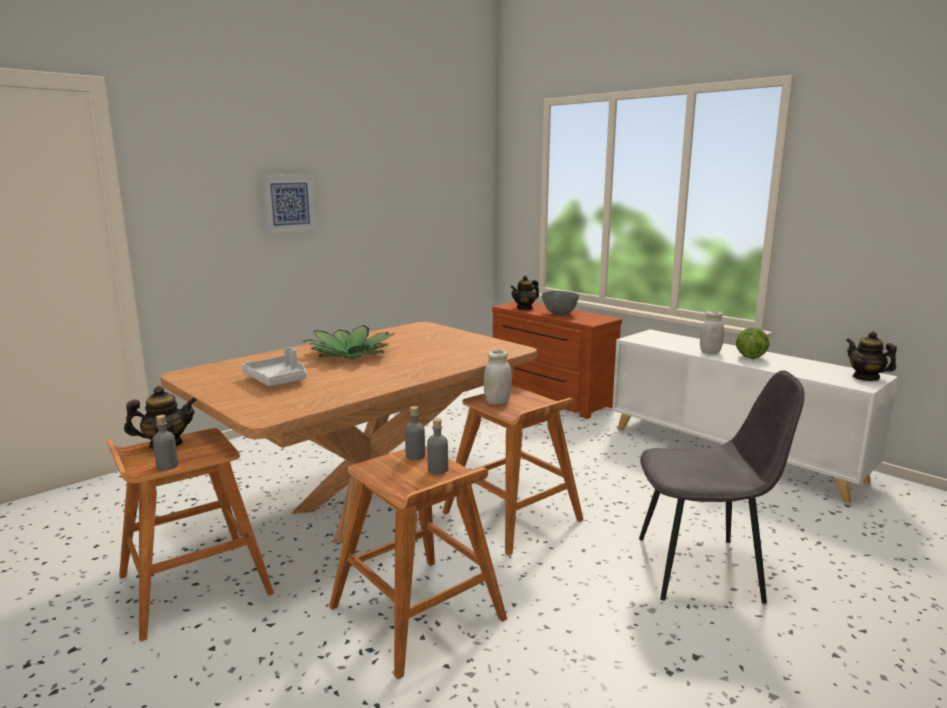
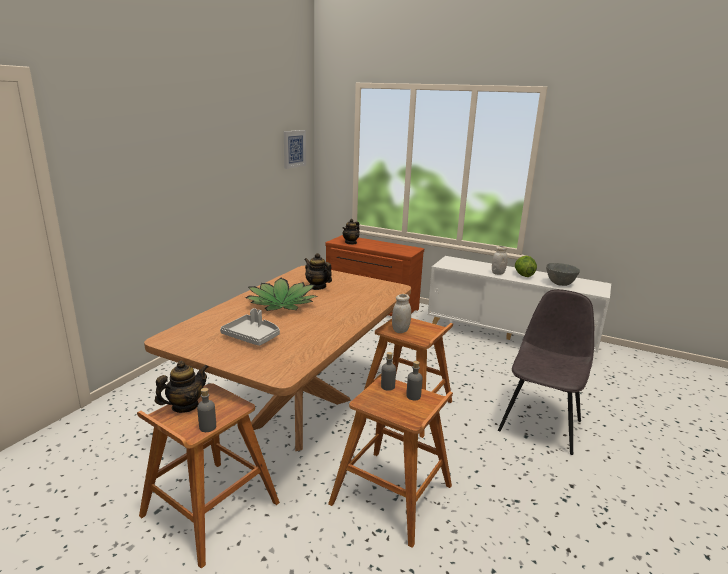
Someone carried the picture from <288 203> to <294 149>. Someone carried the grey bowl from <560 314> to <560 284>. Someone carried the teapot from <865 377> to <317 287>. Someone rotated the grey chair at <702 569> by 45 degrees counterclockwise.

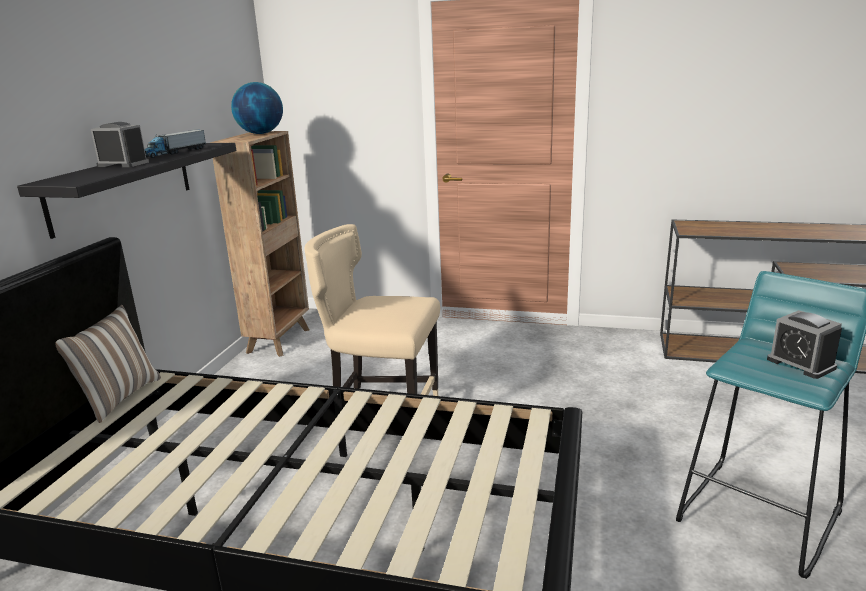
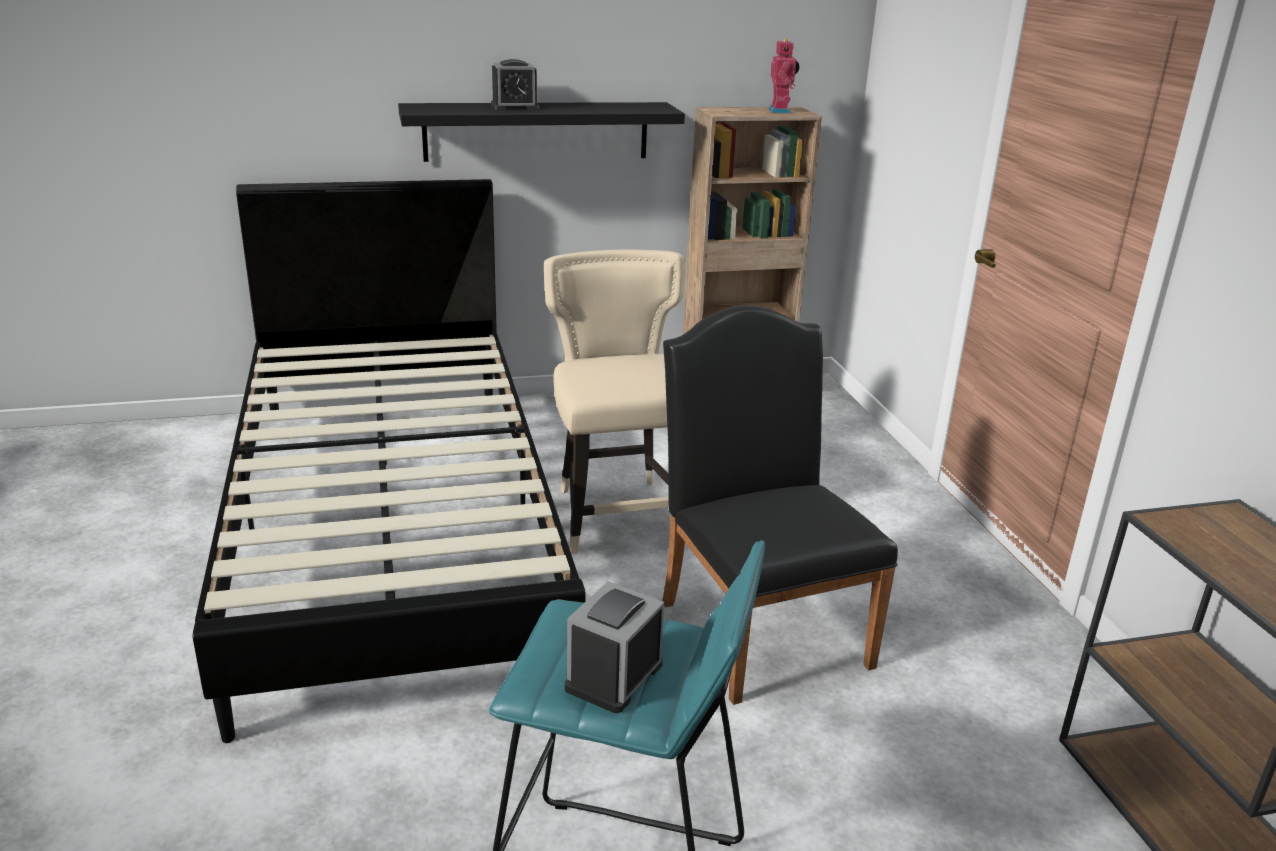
Someone swapped the globe at <260 133> for the toy robot at <780 111>. Someone rotated the alarm clock at <123 164> by 90 degrees clockwise. Someone took away the toy truck at <175 153>. Someone took away the pillow at <118 397>. Someone put down the black chair at <758 624>.

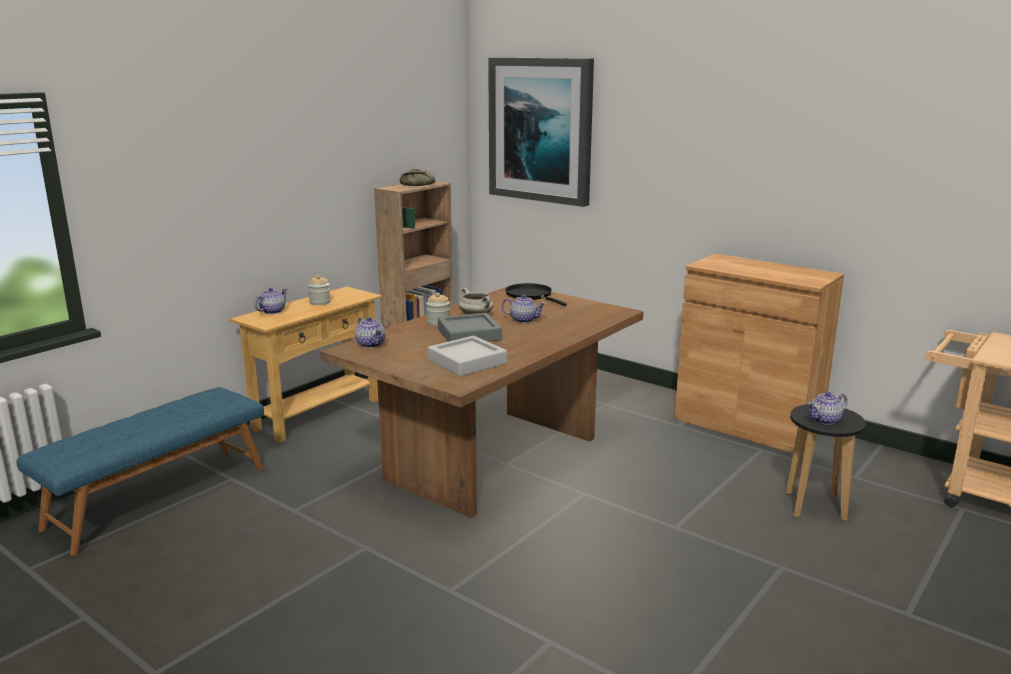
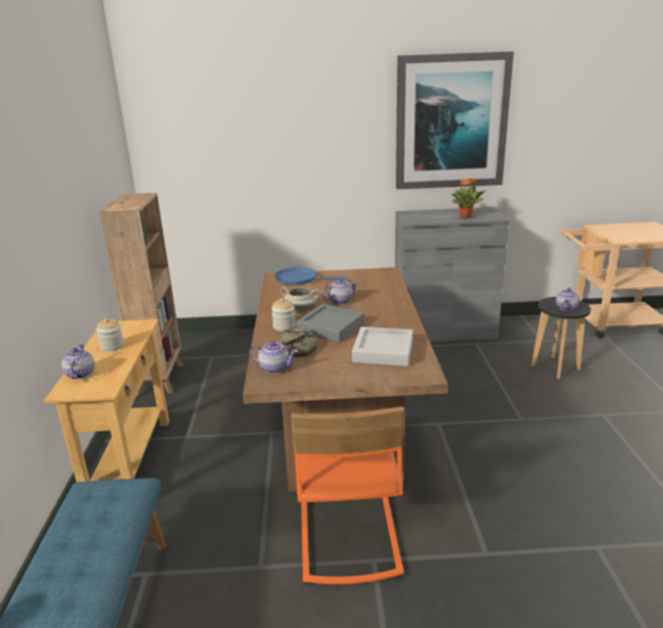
Someone carried the picture from <541 130> to <450 122>. Someone carried the bread from <419 184> to <298 348>. Someone repainted the brown cabinet at <747 425>, which became the grey cabinet at <444 330>. Someone repainted the black frying pan at <531 296>, which became the blue frying pan at <299 279>. Someone put down the potted plant at <465 217>. Someone put down the orange chair at <347 536>.

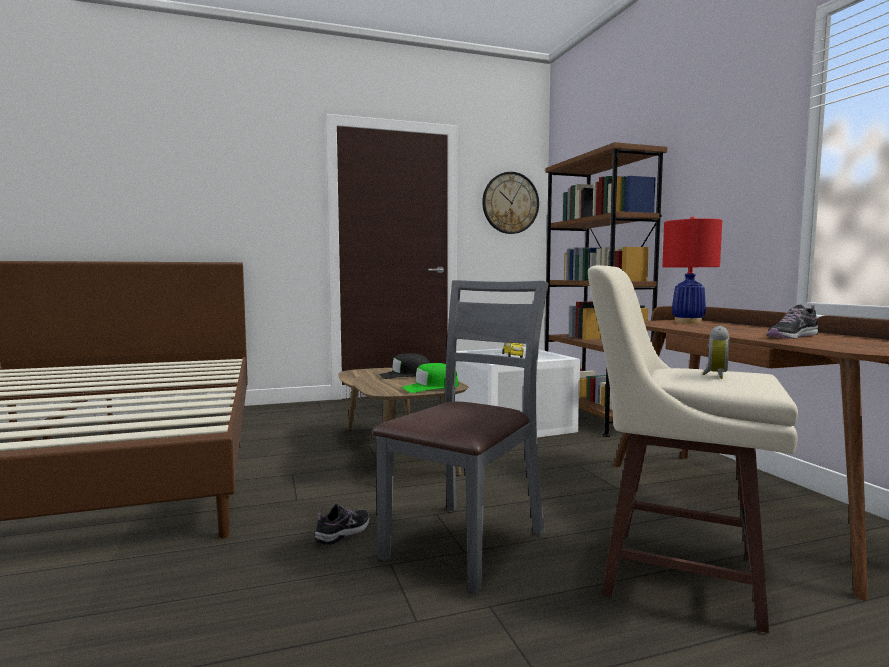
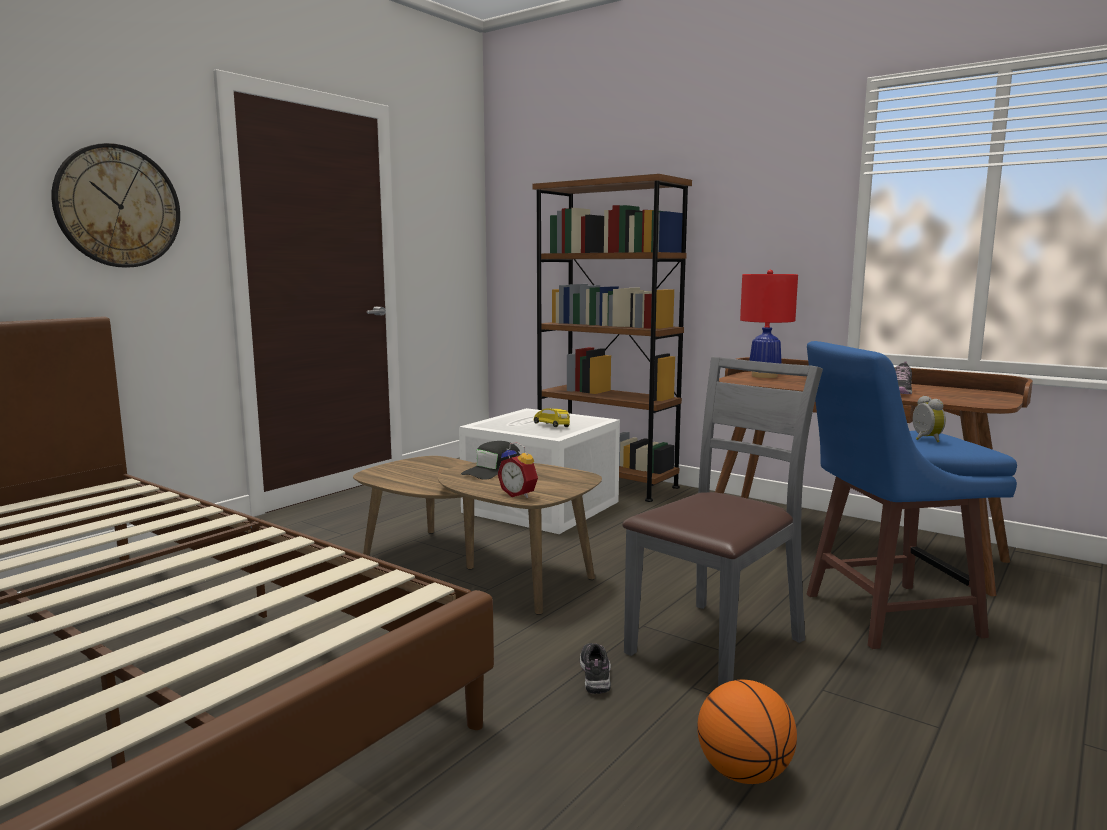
Someone carried the wall clock from <510 203> to <118 206>. Someone repainted the beige stool at <675 573>, which became the blue stool at <885 615>. Someone rotated the grey chair at <465 543> by 45 degrees clockwise. Someone took away the green cap at <430 388>. Someone put down the alarm clock at <519 494>. Someone put down the basketball at <744 773>.

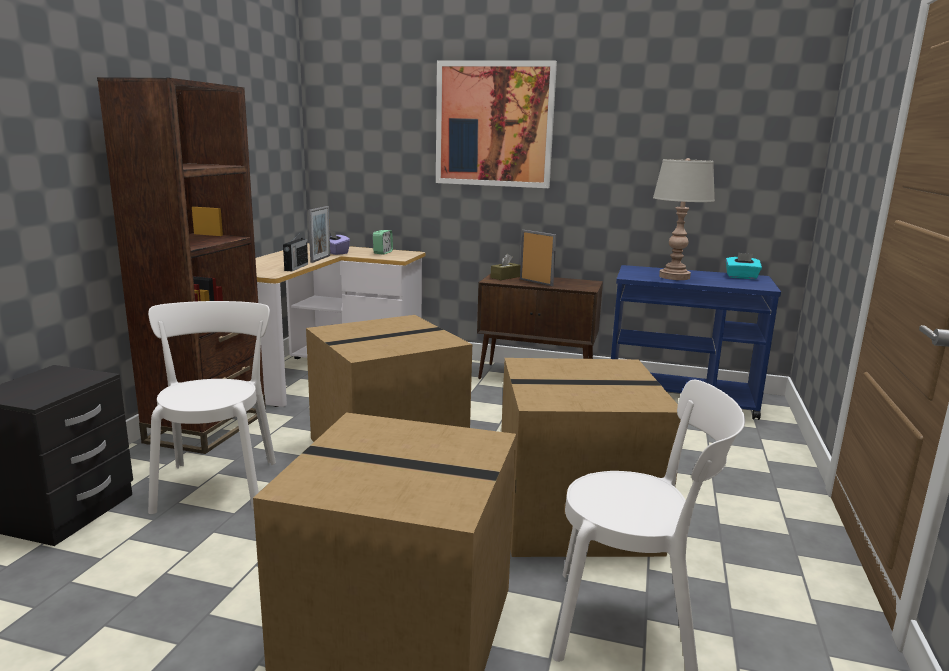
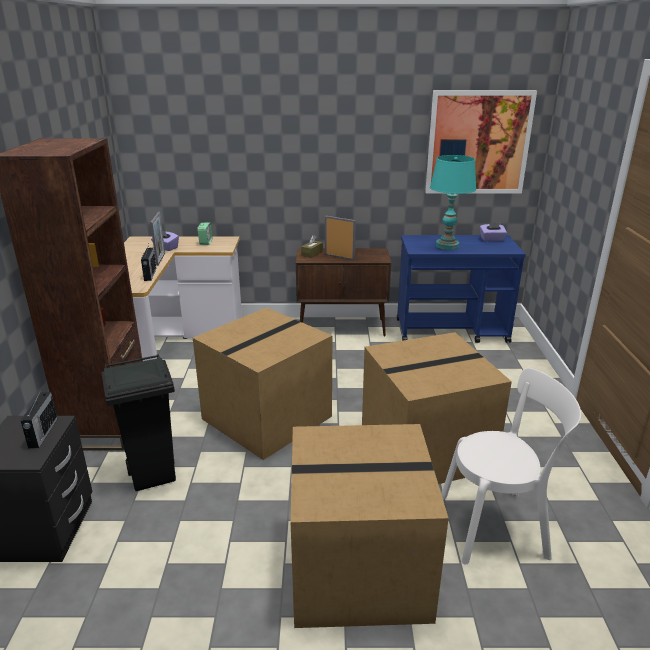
Someone carried the picture from <494 124> to <478 143>. Someone repainted the grey table lamp at <674 277>, which became the turquoise table lamp at <447 246>. Someone repainted the turquoise tissue box at <741 277>, which became the purple tissue box at <491 239>. Someone swapped the white chair at <218 482> for the black trash can at <154 475>. Someone put down the radio at <42 433>.

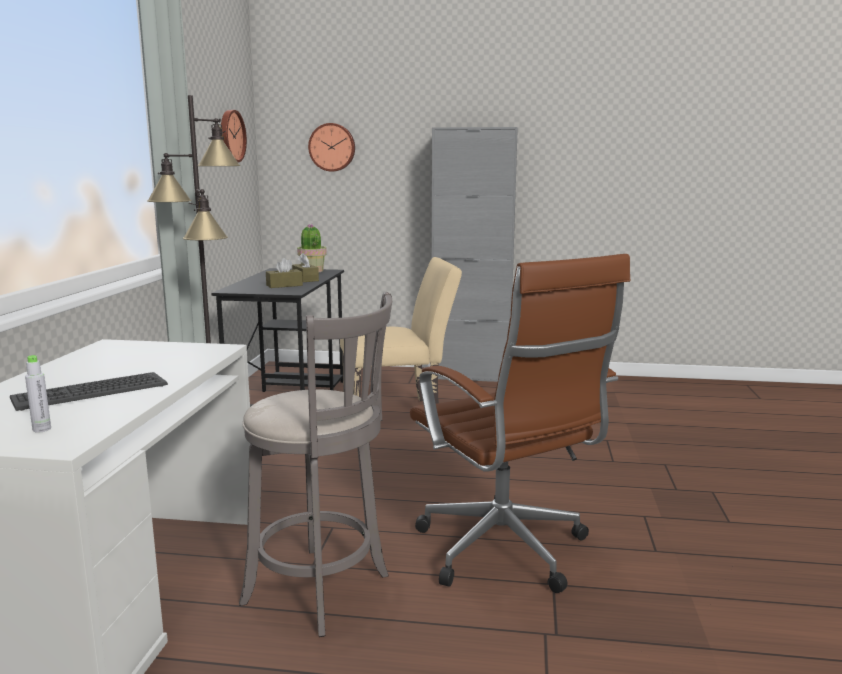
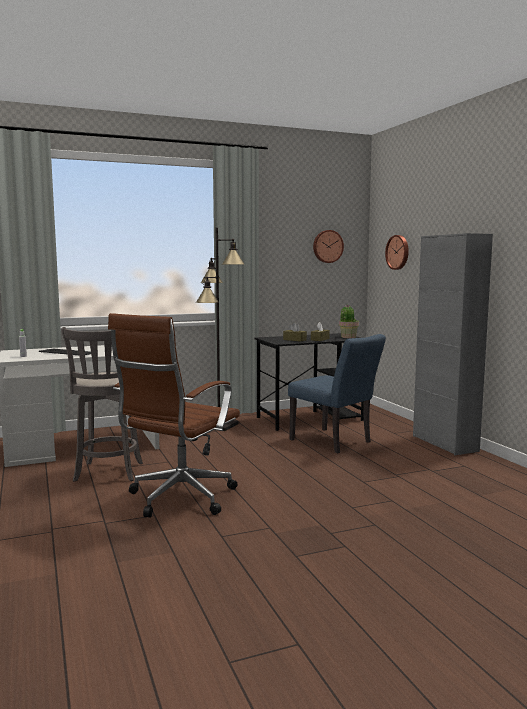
Someone repainted the beige chair at <399 413>, which became the blue chair at <335 442>.

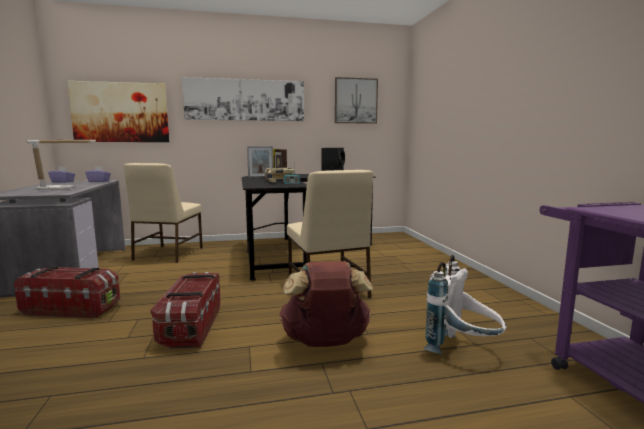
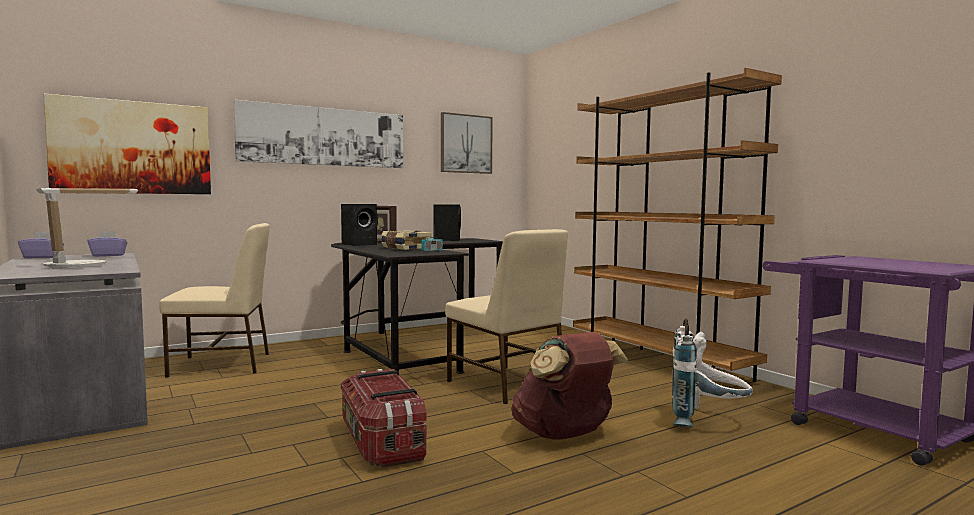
Someone swapped the picture frame at <261 177> for the black speaker at <360 244>. Someone rotated the beige chair at <167 254> by 90 degrees counterclockwise. Someone took away the storage box at <72 308>. Someone put down the brown bookcase at <658 362>.

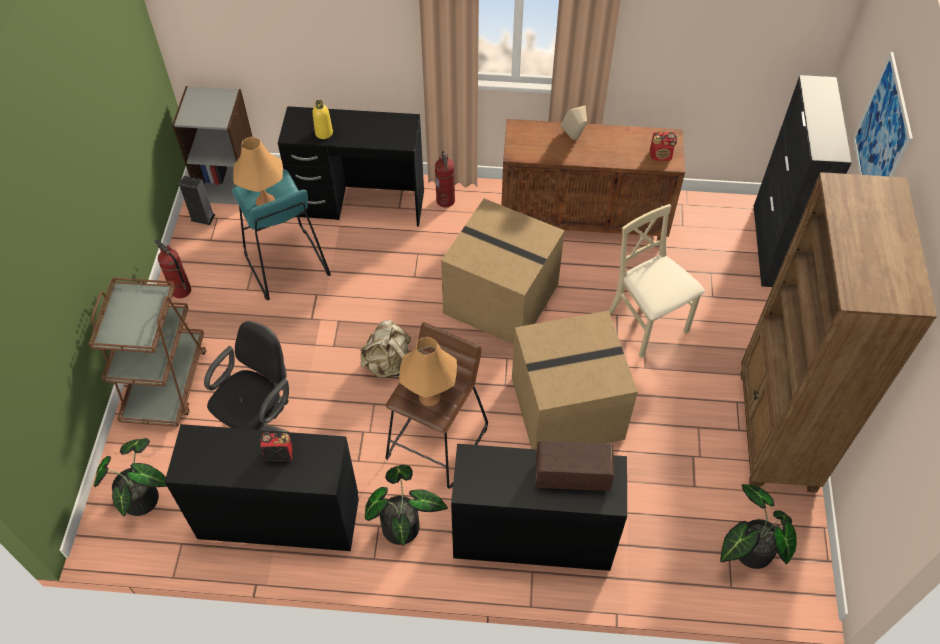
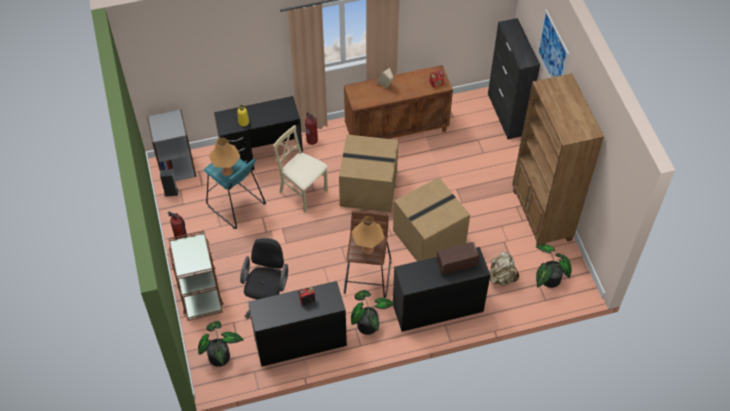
Someone carried the beige chair from <647 323> to <303 192>. Someone carried the beige backpack from <388 364> to <501 277>.

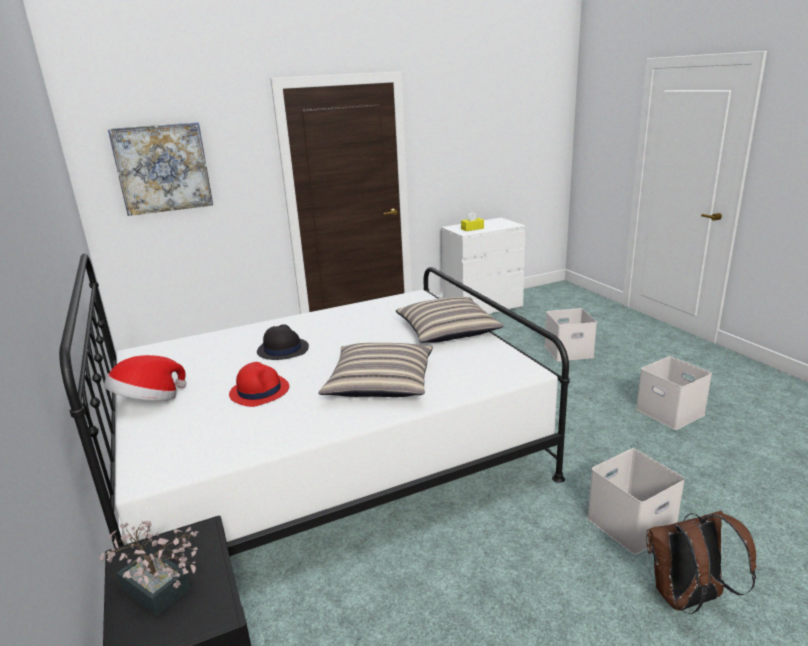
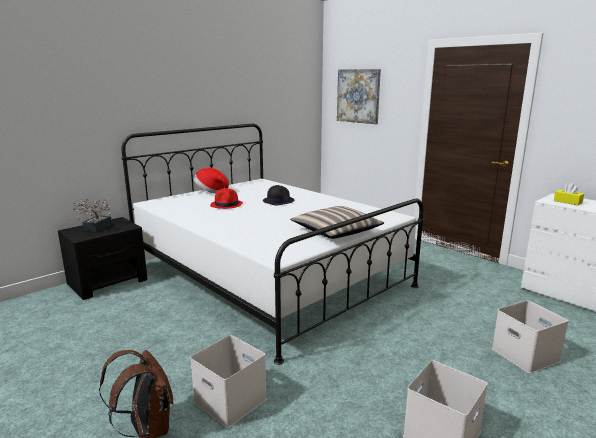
Someone took away the pillow at <380 382>.

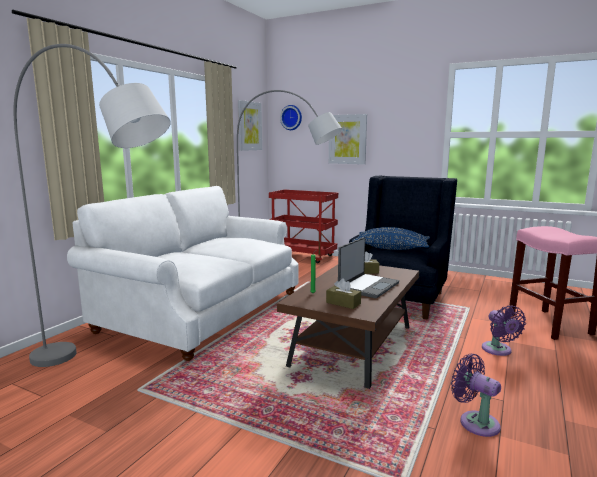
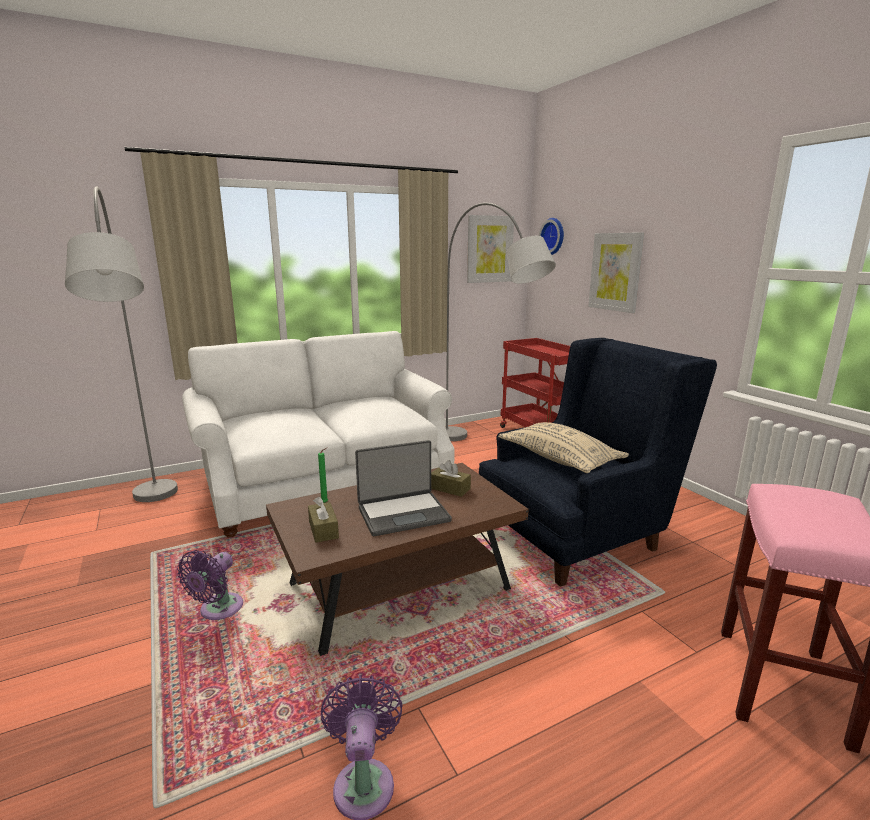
Someone repainted the blue pillow at <391 248>, which became the beige pillow at <559 459>. Someone carried the purple fan from <498 350> to <218 610>.

